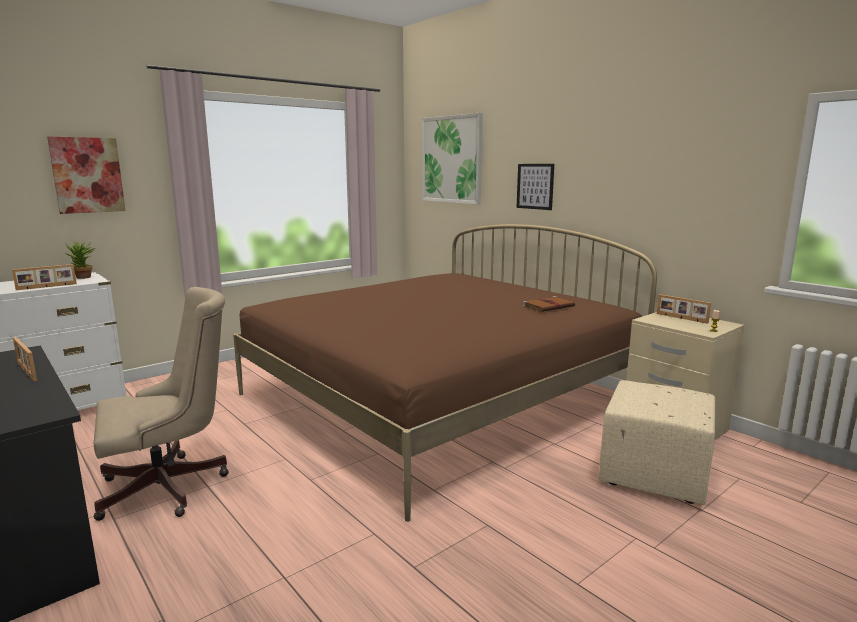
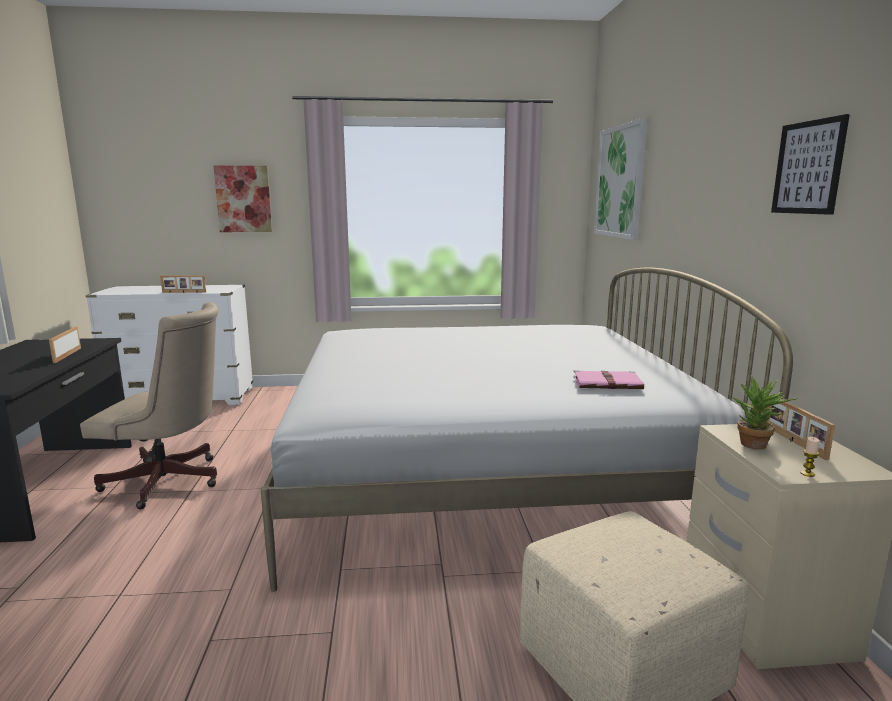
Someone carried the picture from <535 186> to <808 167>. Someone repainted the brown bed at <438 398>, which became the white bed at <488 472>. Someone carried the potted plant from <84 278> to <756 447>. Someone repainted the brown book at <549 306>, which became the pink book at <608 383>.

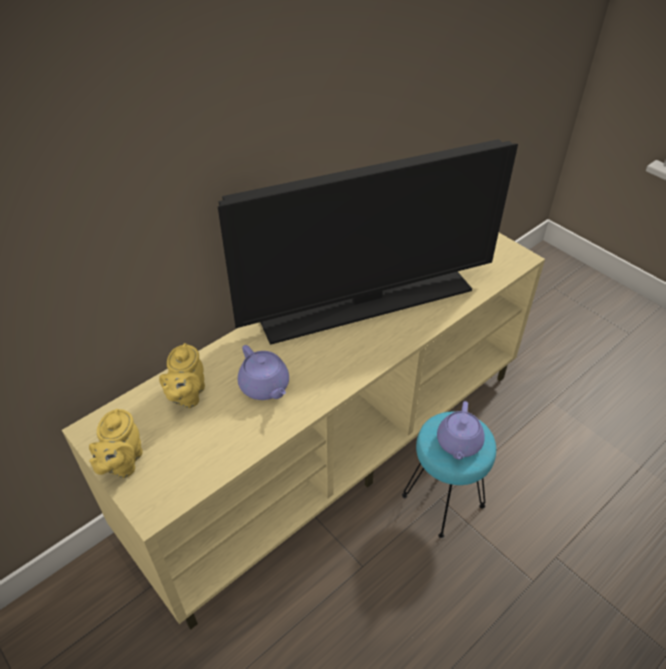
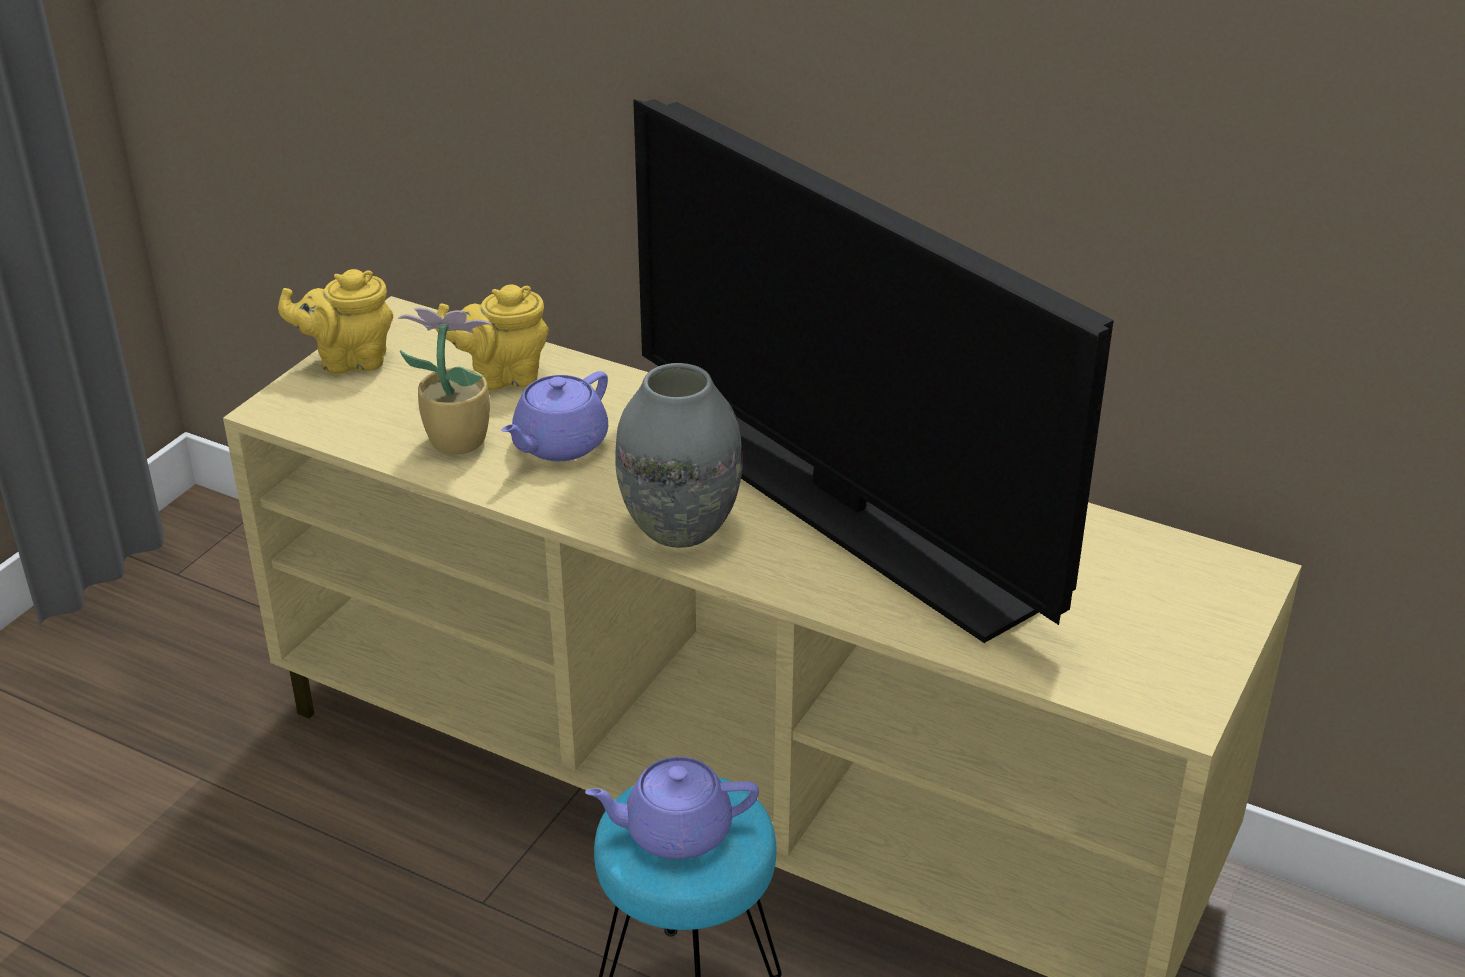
Someone put down the potted plant at <455 440>. Someone put down the grey vase at <678 527>.

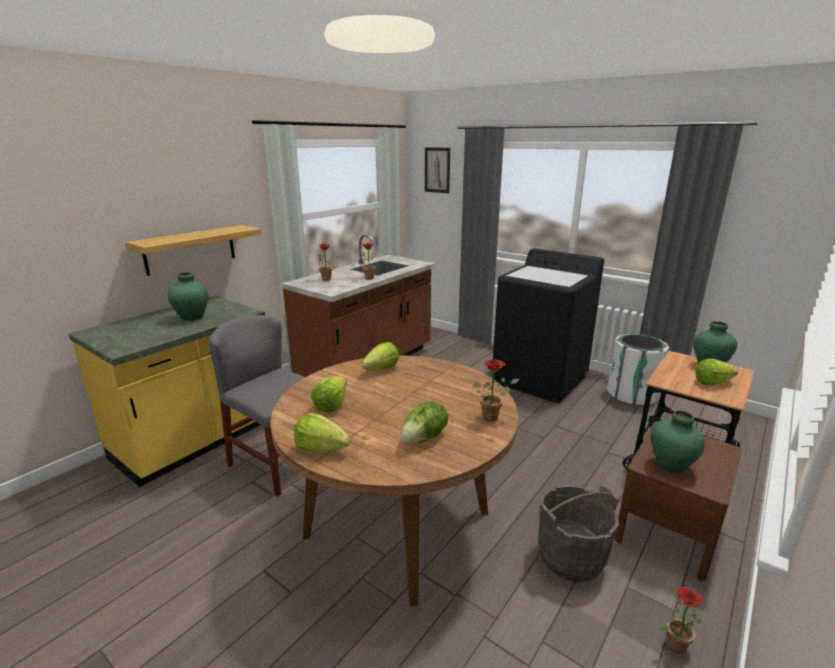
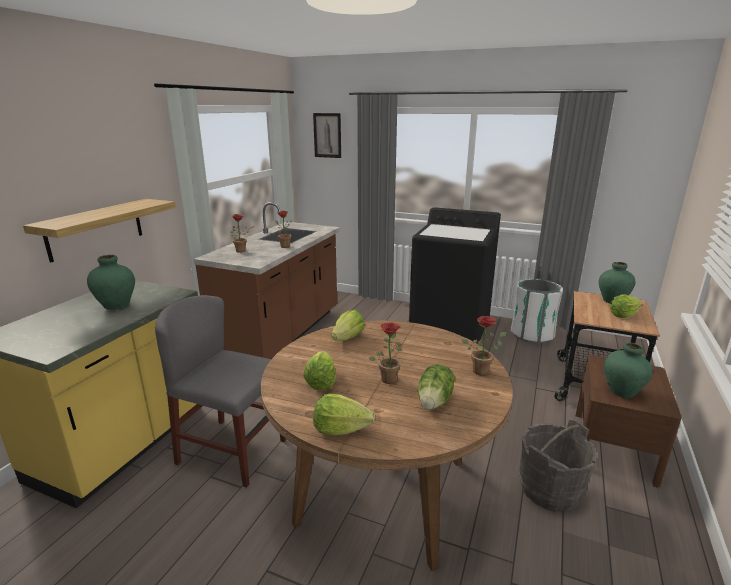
Someone carried the potted plant from <674 641> to <388 378>.

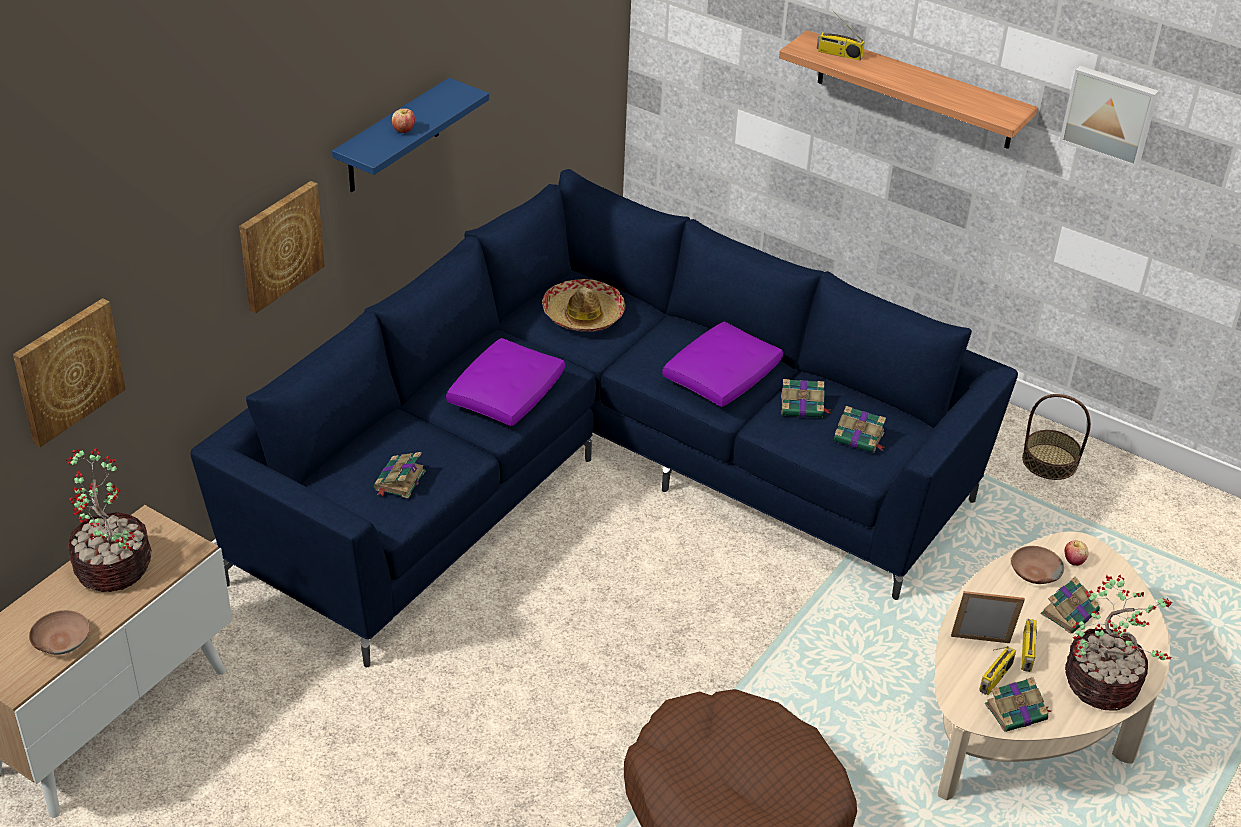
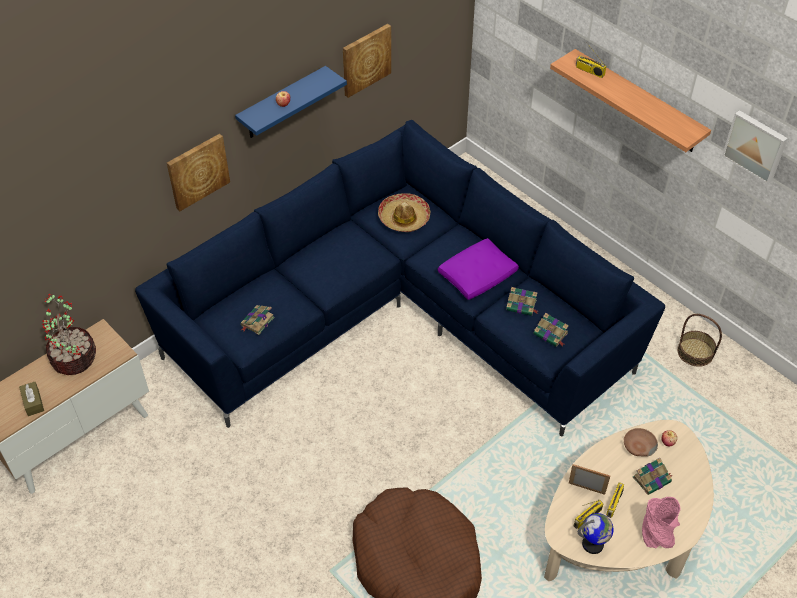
Someone carried the picture from <67 370> to <365 59>. Someone took away the purple pillow at <507 394>. Someone swapped the potted plant at <1103 685> for the pink vase at <656 535>. Someone swapped the brown bowl at <61 639> for the brown tissue box at <33 402>. Someone swapped the book at <1017 712> for the globe at <593 544>.

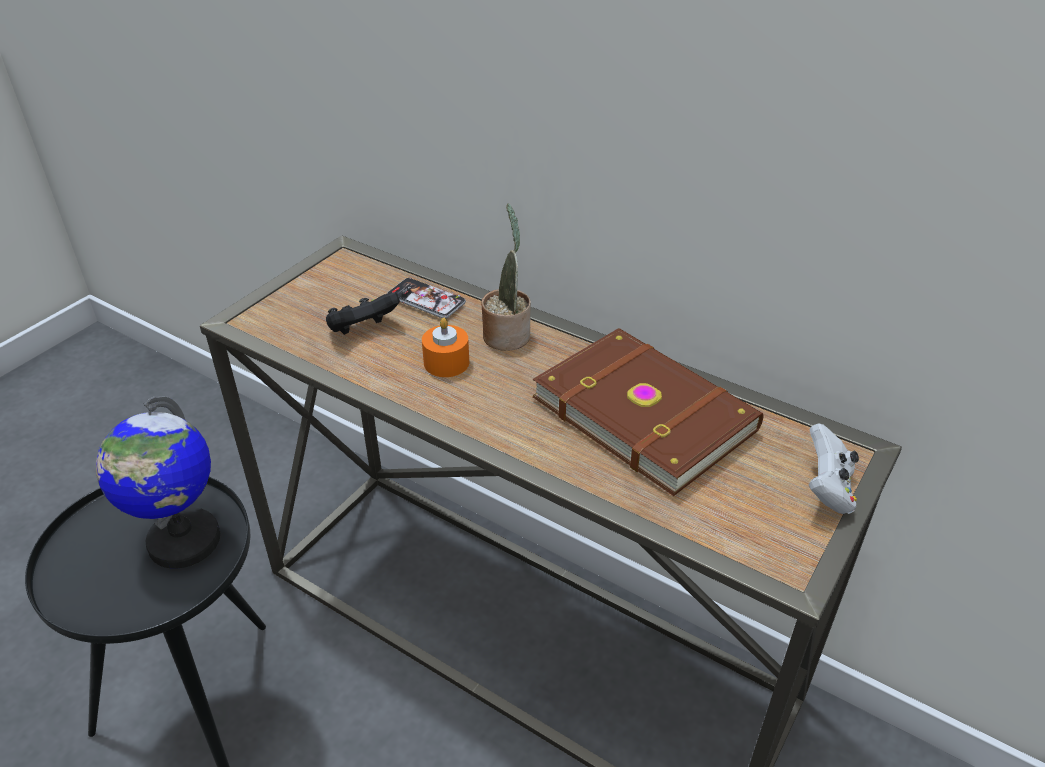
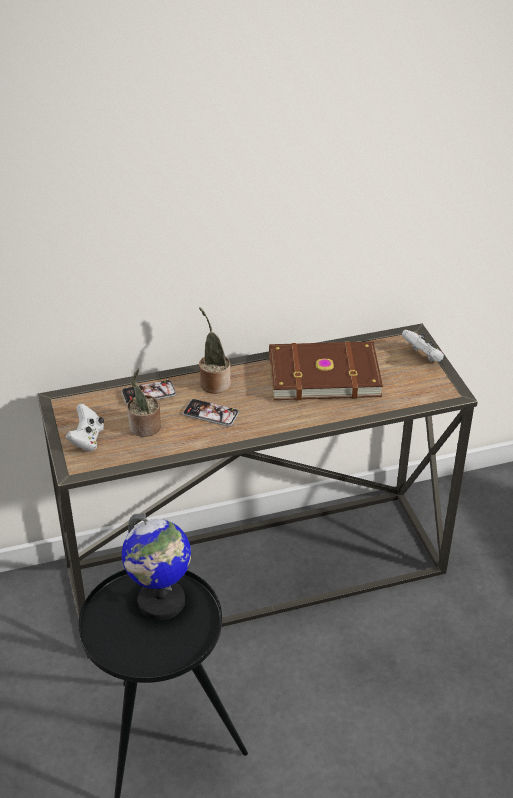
Someone swapped the black game controller at <362 329> for the potted plant at <144 428>. Someone swapped the orange candle at <446 362> for the phone at <211 413>. Someone put down the white game controller at <87 439>.

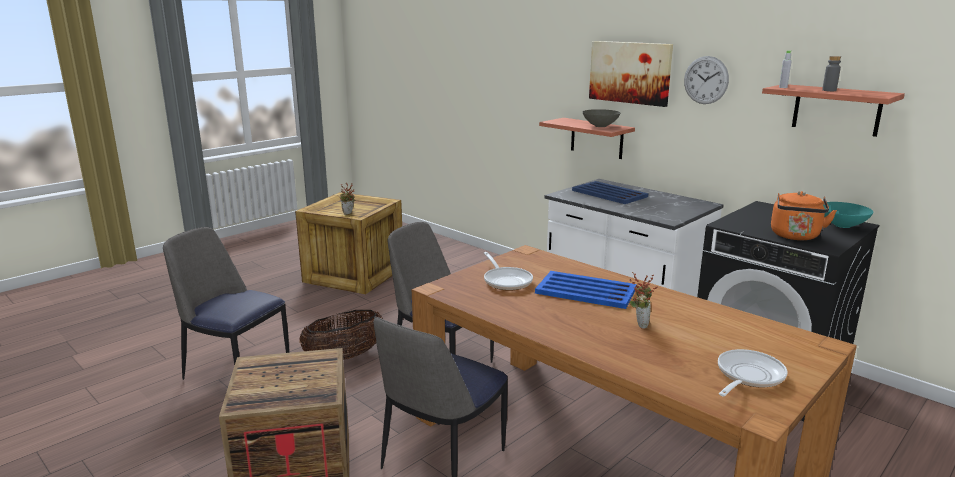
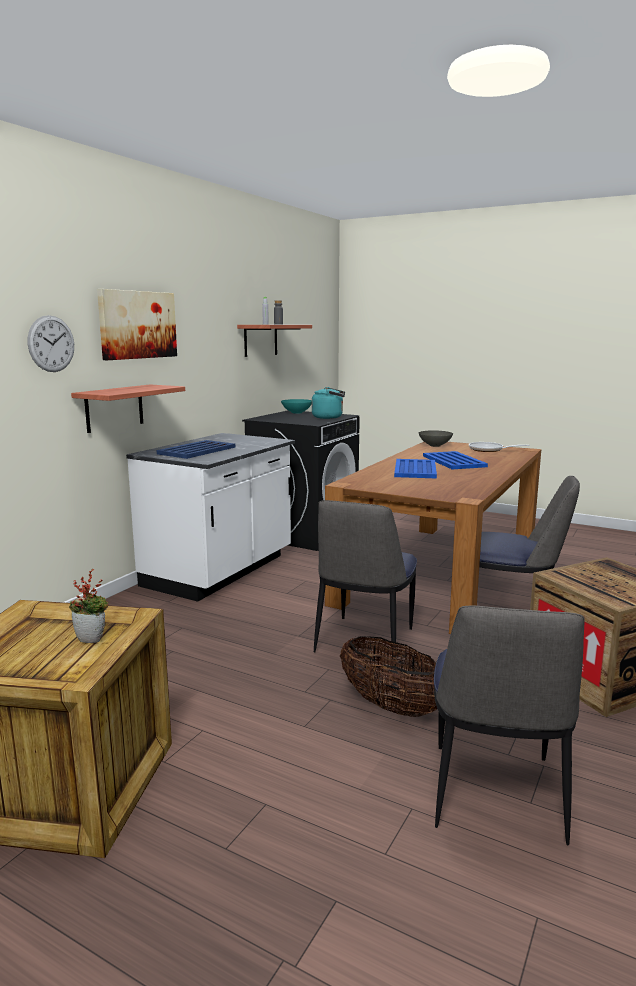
Someone carried the wall clock from <706 80> to <51 344>. Someone carried the grey bowl from <601 126> to <435 445>. Someone repainted the orange kettle at <795 236>, which became the turquoise kettle at <329 417>. Someone took away the frying pan at <506 281>. Someone swapped the potted plant at <639 324> for the blue tray at <453 461>.

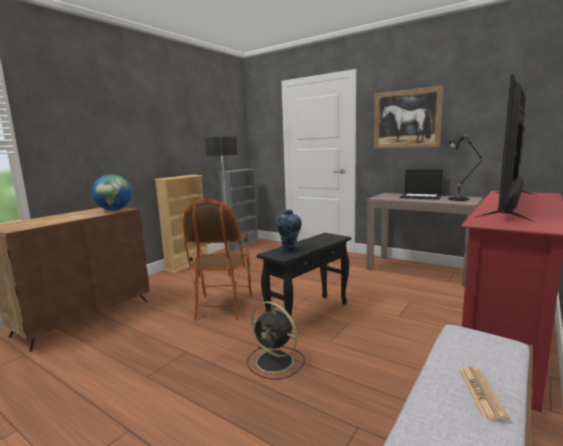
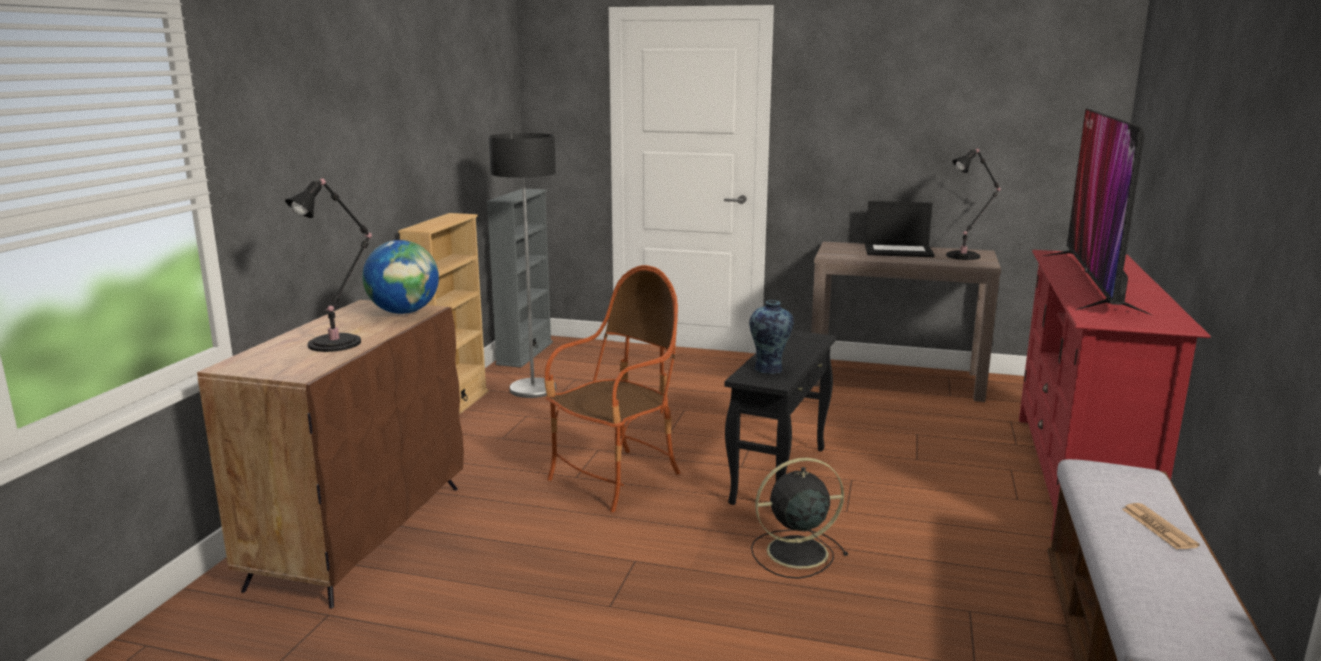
Someone took away the picture at <406 119>. Someone rotated the armchair at <222 306> by 120 degrees counterclockwise. Someone rotated the black fan at <276 362> by 150 degrees clockwise. Someone put down the black table lamp at <339 342>.

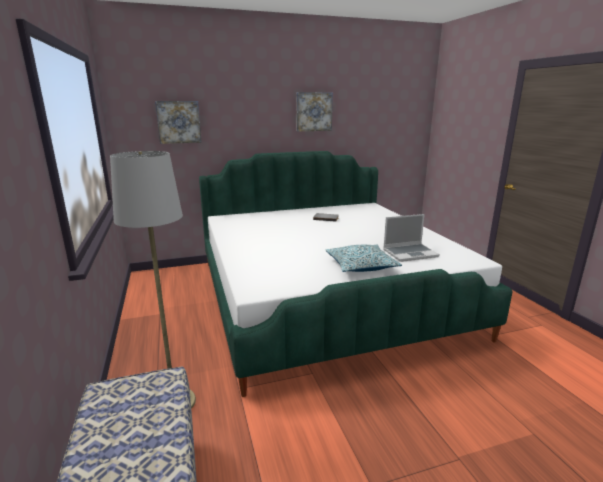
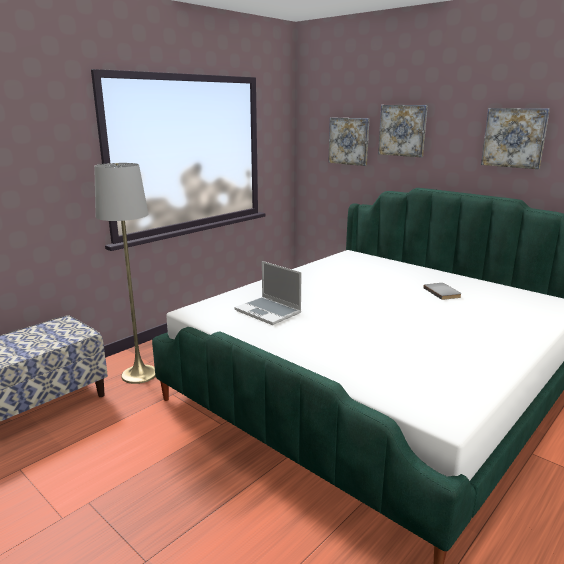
Someone carried the laptop from <410 253> to <269 312>. Someone took away the pillow at <361 266>. Someone put up the picture at <403 130>.

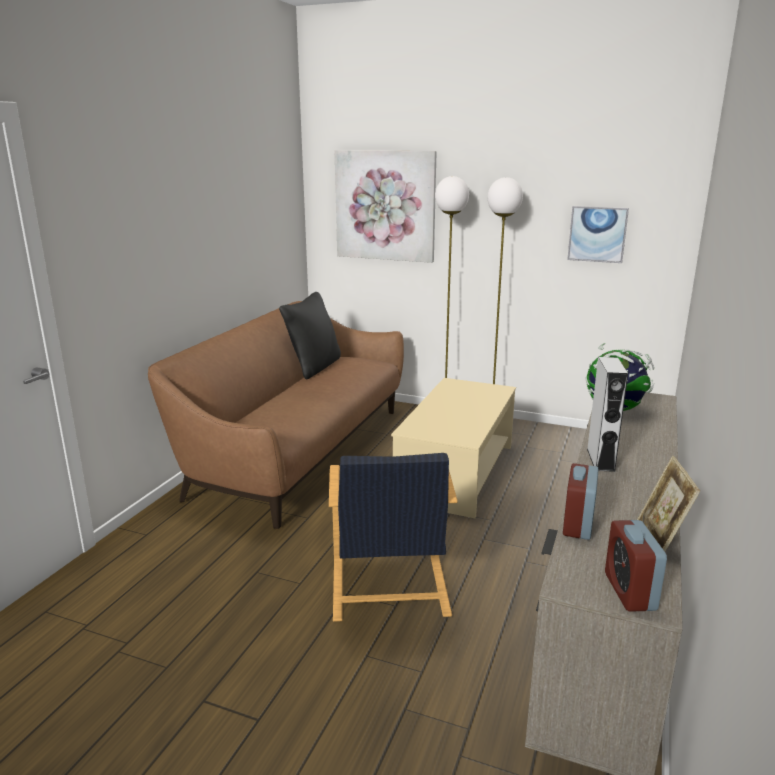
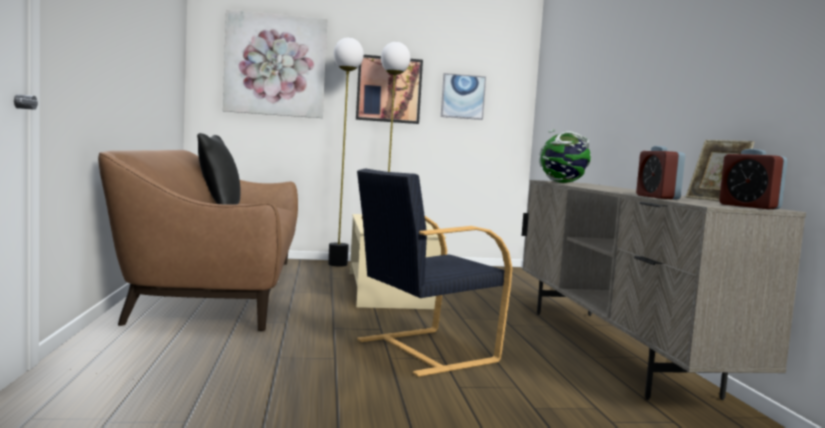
Someone took away the grey speaker at <600 459>. Someone rotated the black armchair at <388 589> by 90 degrees clockwise. Someone put up the picture at <389 89>.

